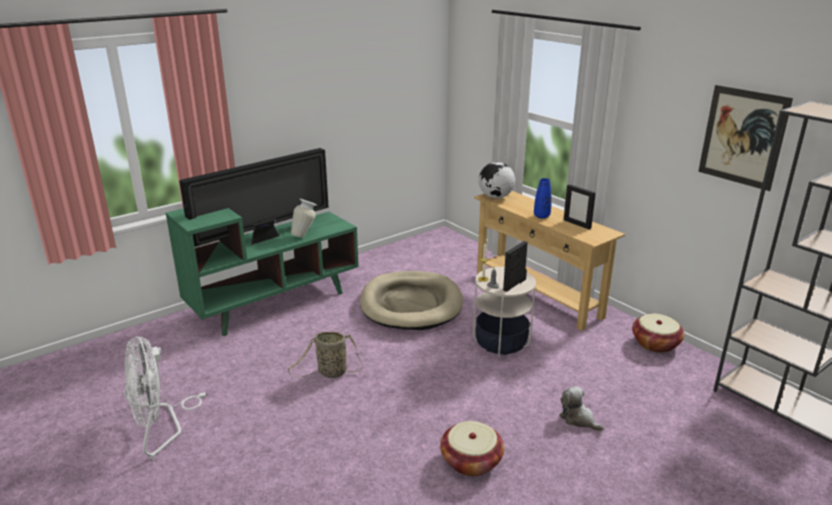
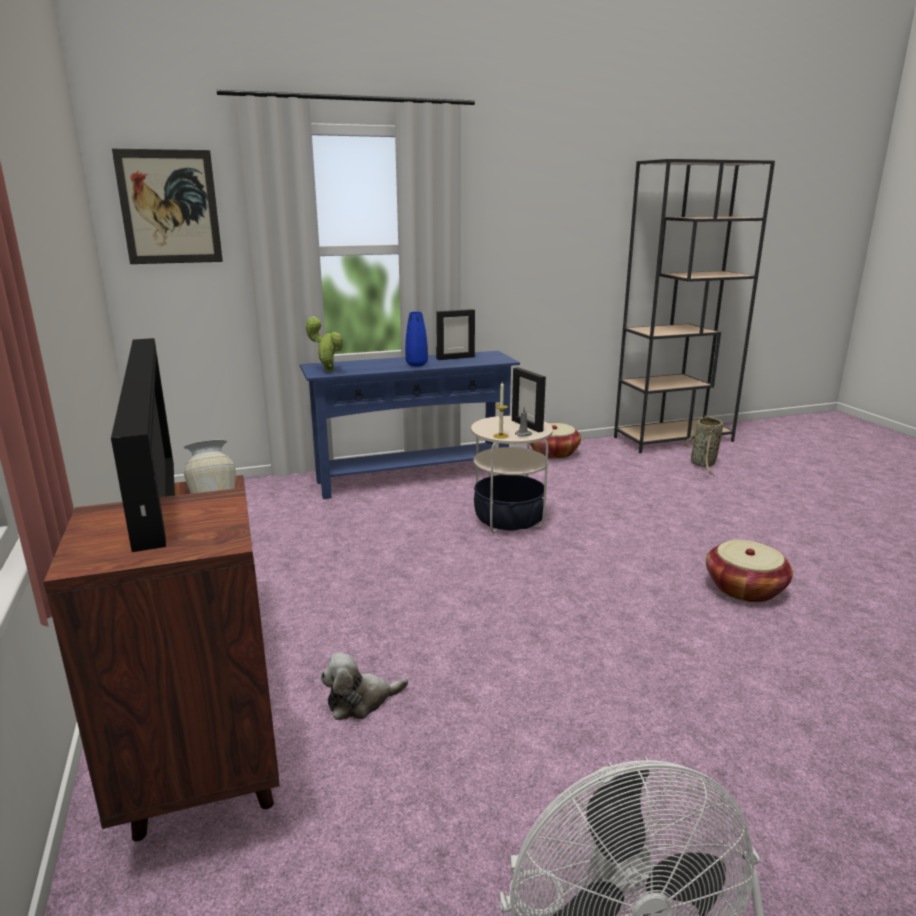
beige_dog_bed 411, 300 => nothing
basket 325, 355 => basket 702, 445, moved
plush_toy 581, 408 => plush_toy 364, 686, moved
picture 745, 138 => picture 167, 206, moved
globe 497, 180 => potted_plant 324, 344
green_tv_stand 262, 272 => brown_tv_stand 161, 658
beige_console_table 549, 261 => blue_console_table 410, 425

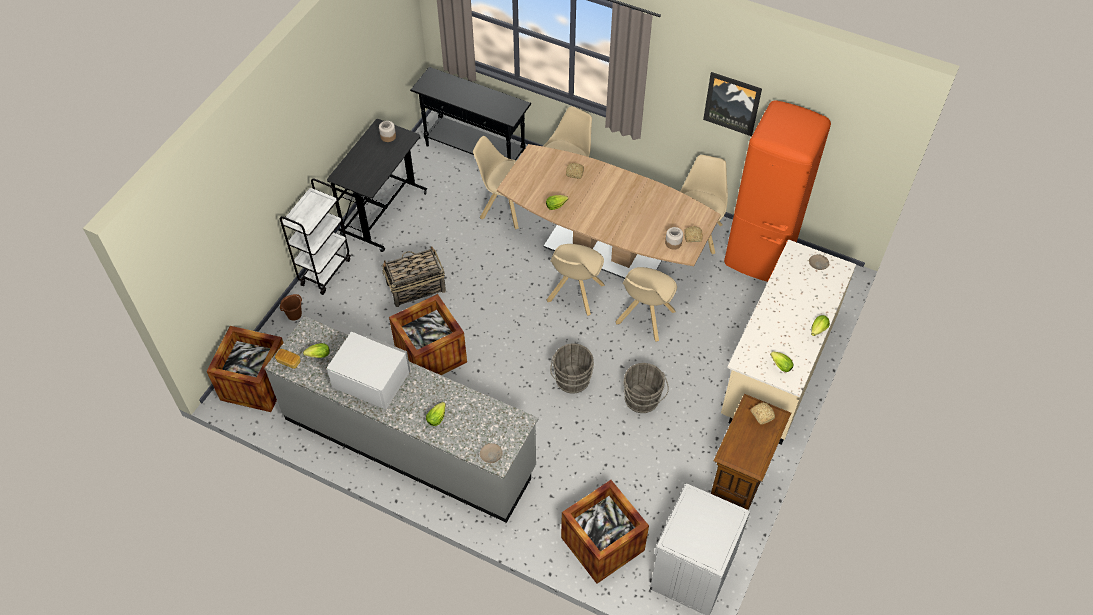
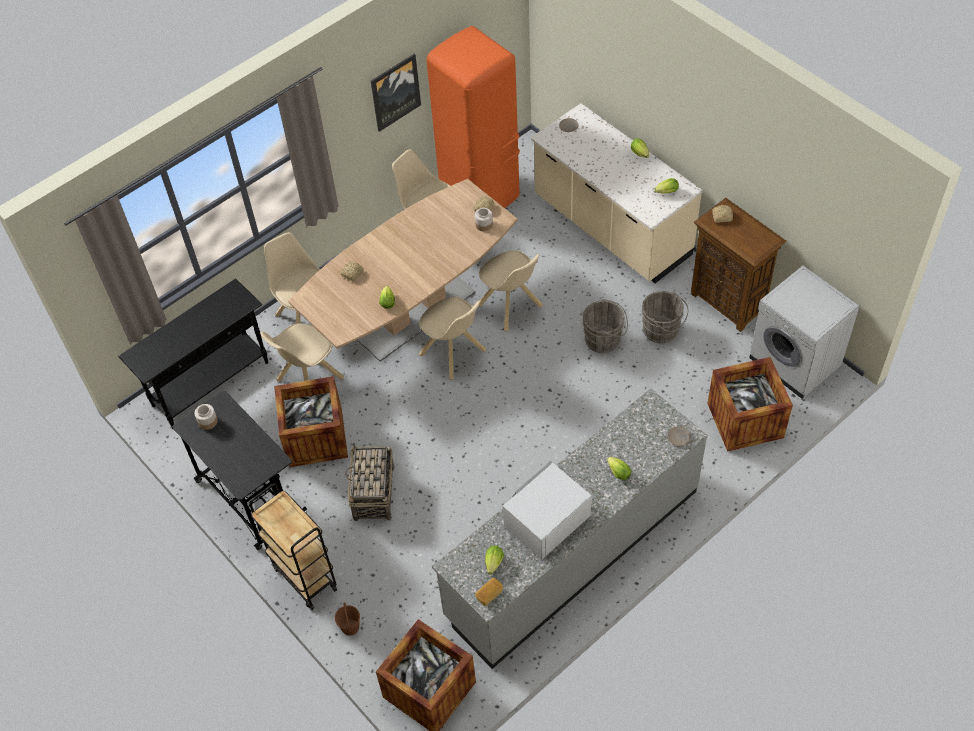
crate 428, 334 => crate 311, 421, moved
grey_bucket 572, 368 => grey_bucket 664, 317, moved
white_cart 315, 236 => brown_cart 293, 546

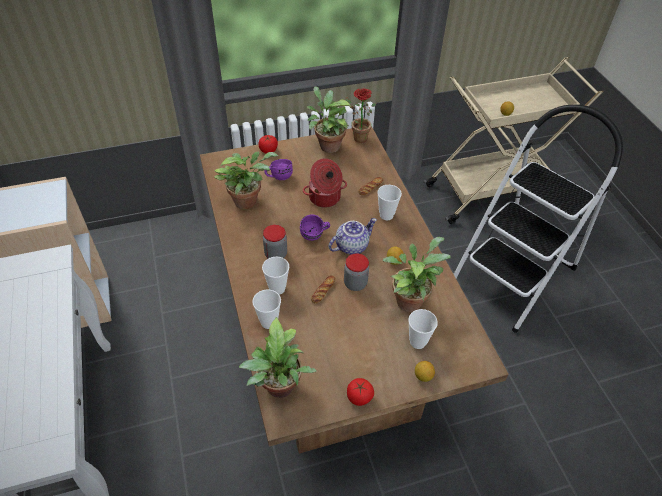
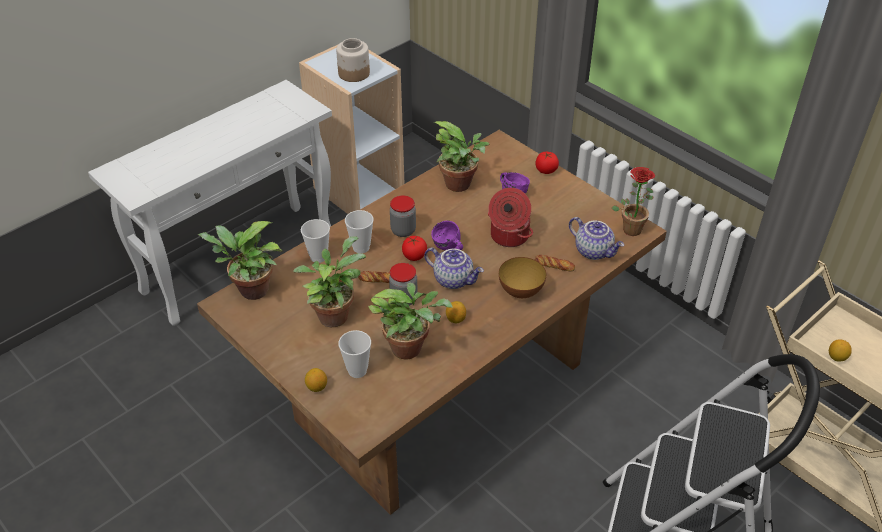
nothing => jar 353, 60
nothing => teapot 596, 238
potted_plant 329, 120 => potted_plant 329, 281, moved
tomato 360, 392 => tomato 414, 248, moved
cup 389, 202 => bowl 522, 277

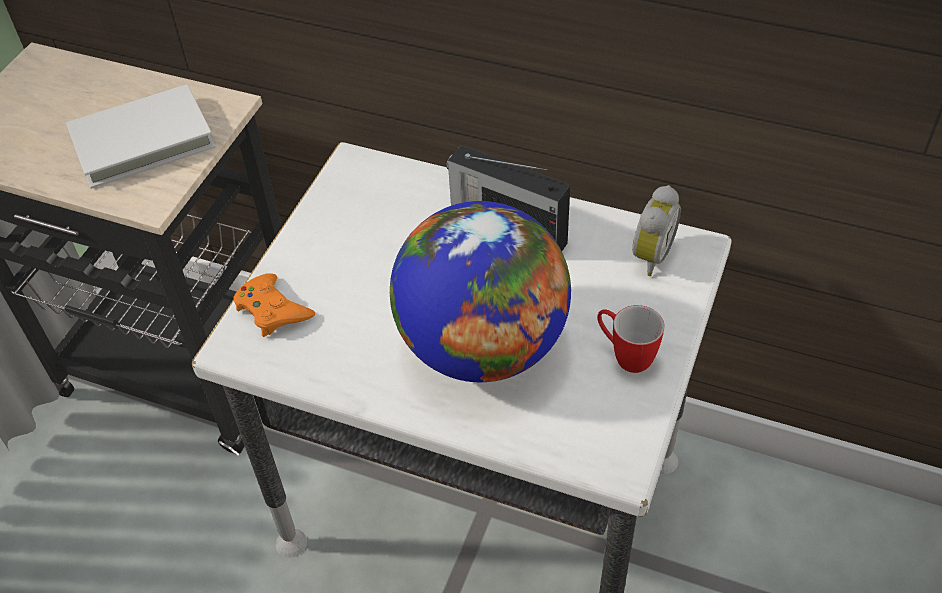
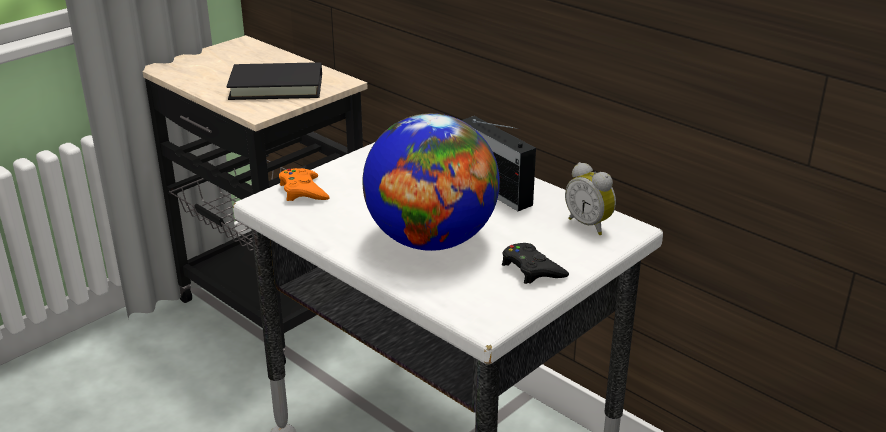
mug 630, 339 => black_game_controller 535, 263
white_book 141, 136 => black_book 274, 81
alarm_clock 656, 230 => alarm_clock 590, 198, 90 degrees clockwise

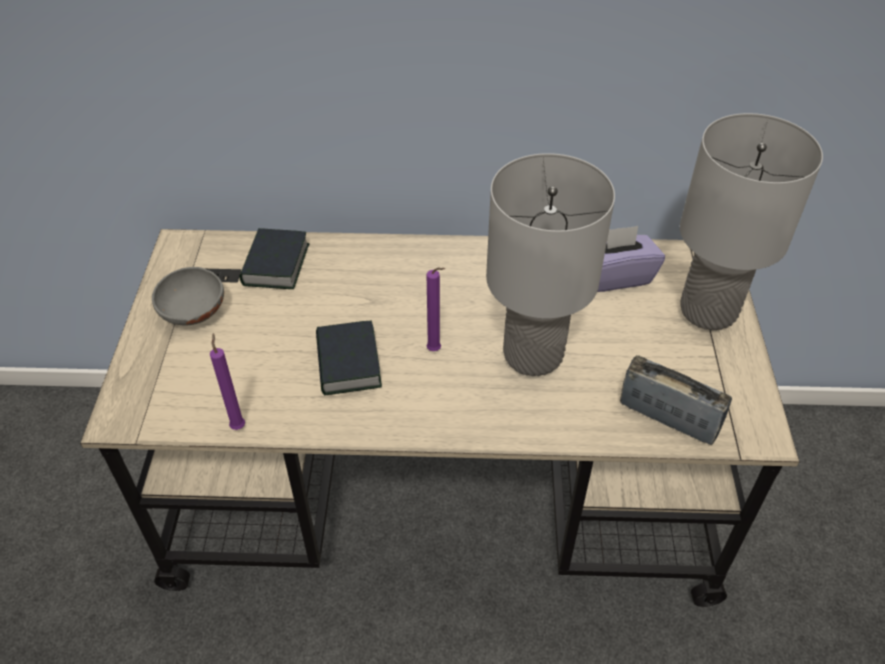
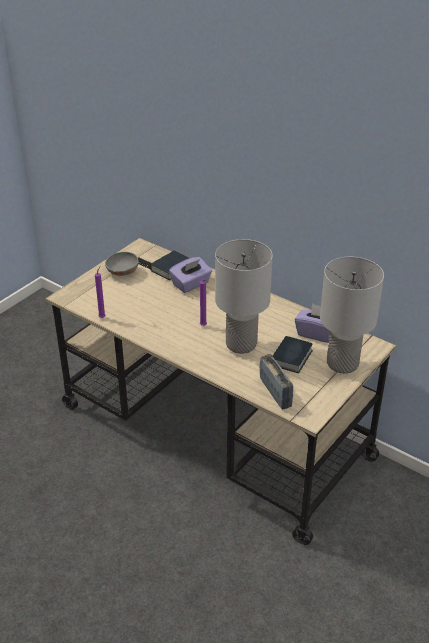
nothing => purple_tissue_box 190, 275
book 349, 358 => book 293, 354, moved

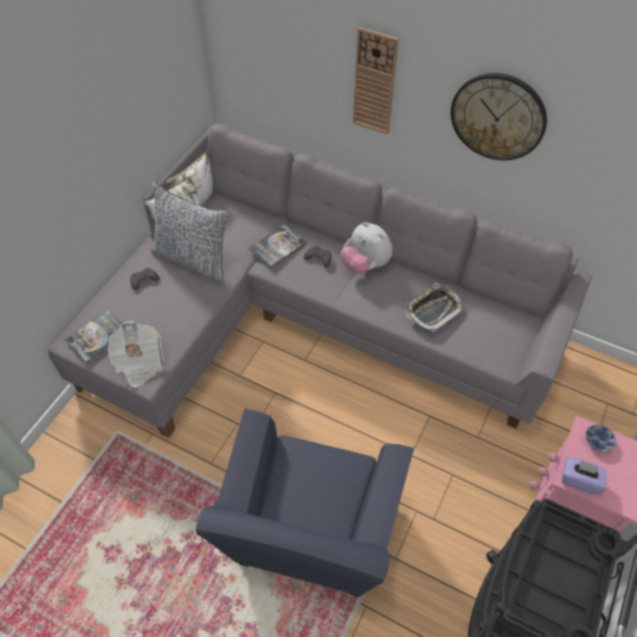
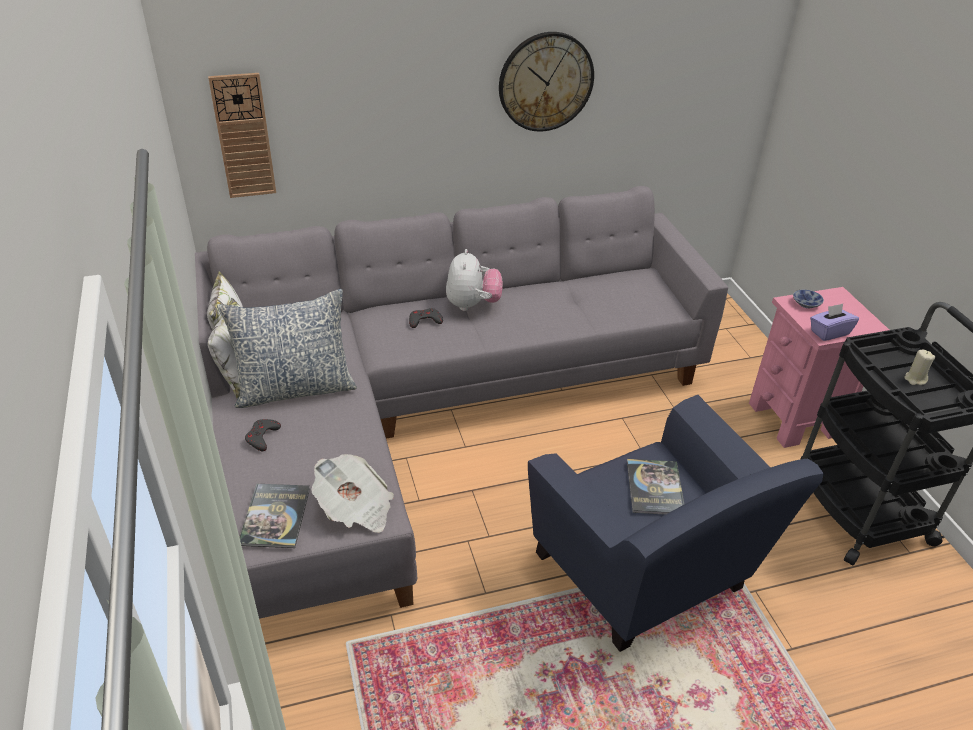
tray 434, 307 => nothing
nothing => beige_candle 919, 367
book 278, 246 => book 655, 487, moved
wall_clock 376, 81 => wall_clock 242, 135, moved
plush_toy 367, 248 => plush_toy 474, 280, 90 degrees counterclockwise

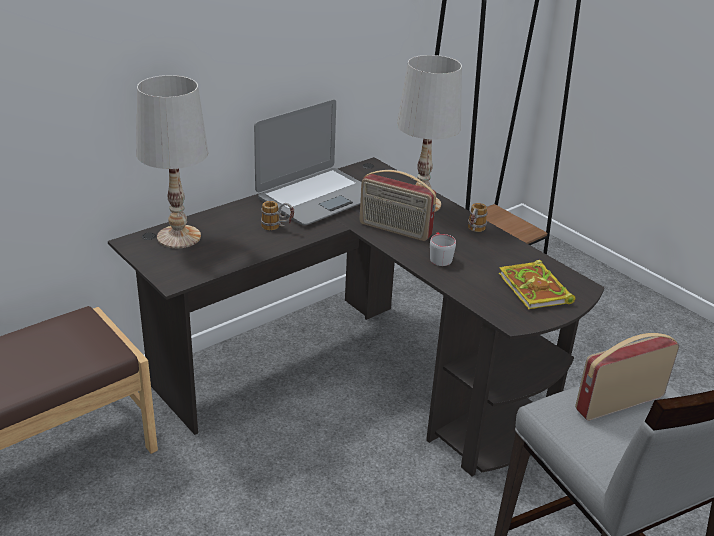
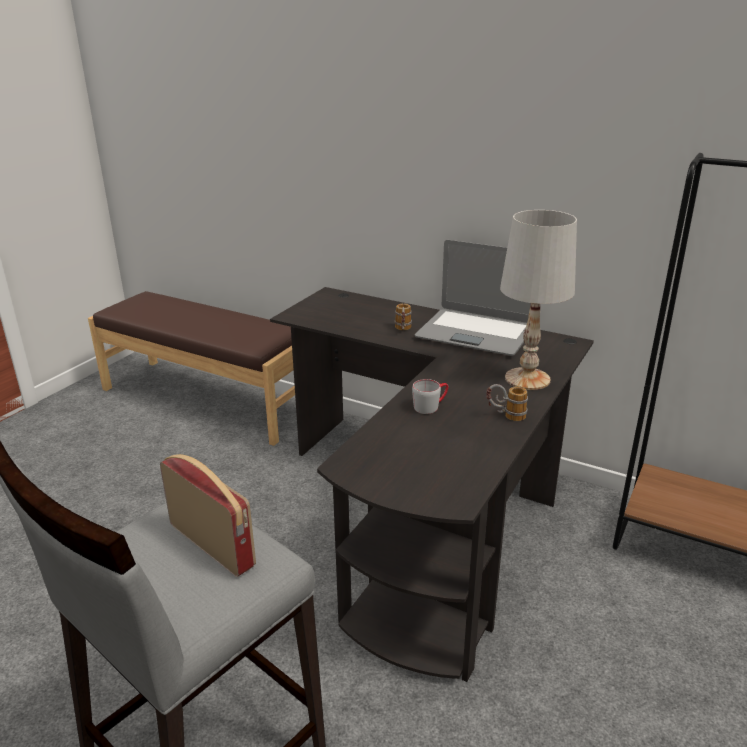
white_table_lamp 172, 161 => nothing
radio 397, 205 => nothing
book 537, 284 => nothing

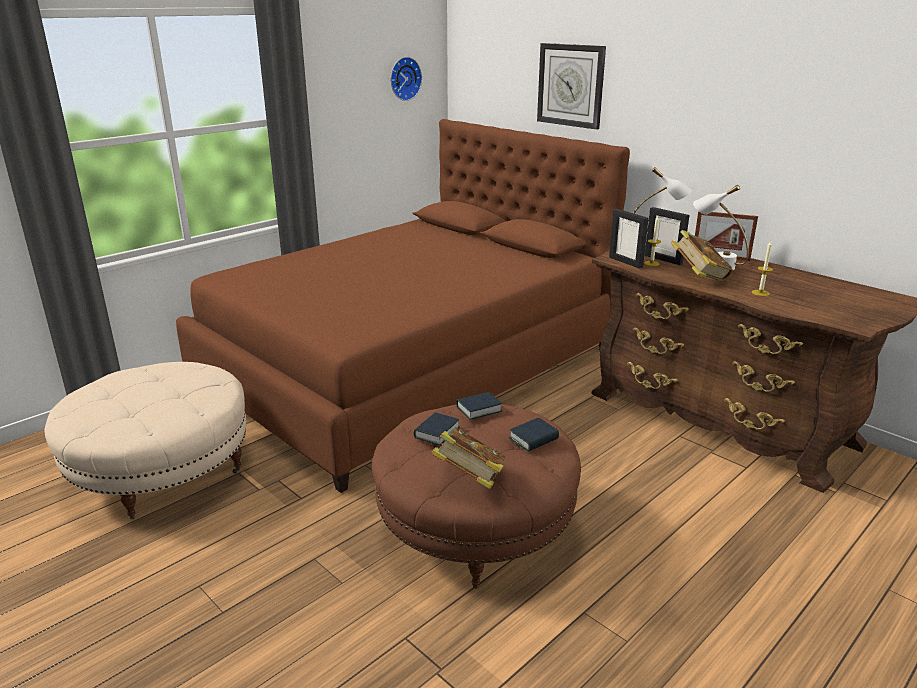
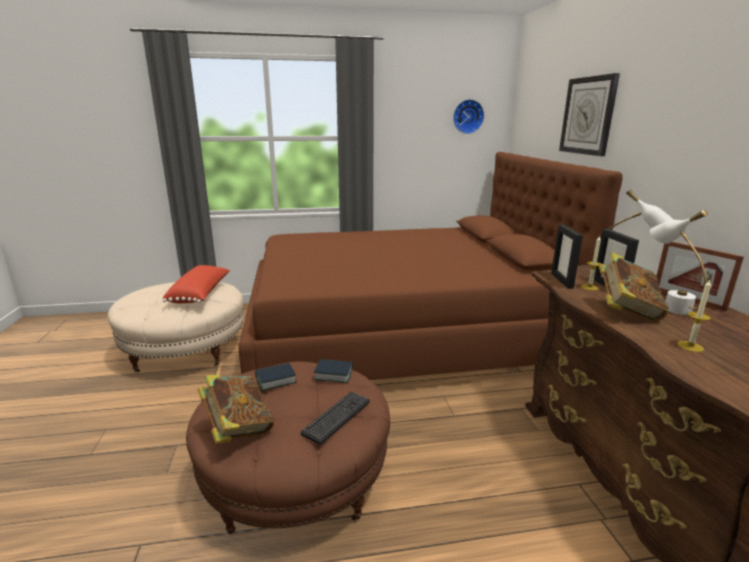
nothing => red_pillow 196, 284
book 534, 435 => keyboard 335, 418

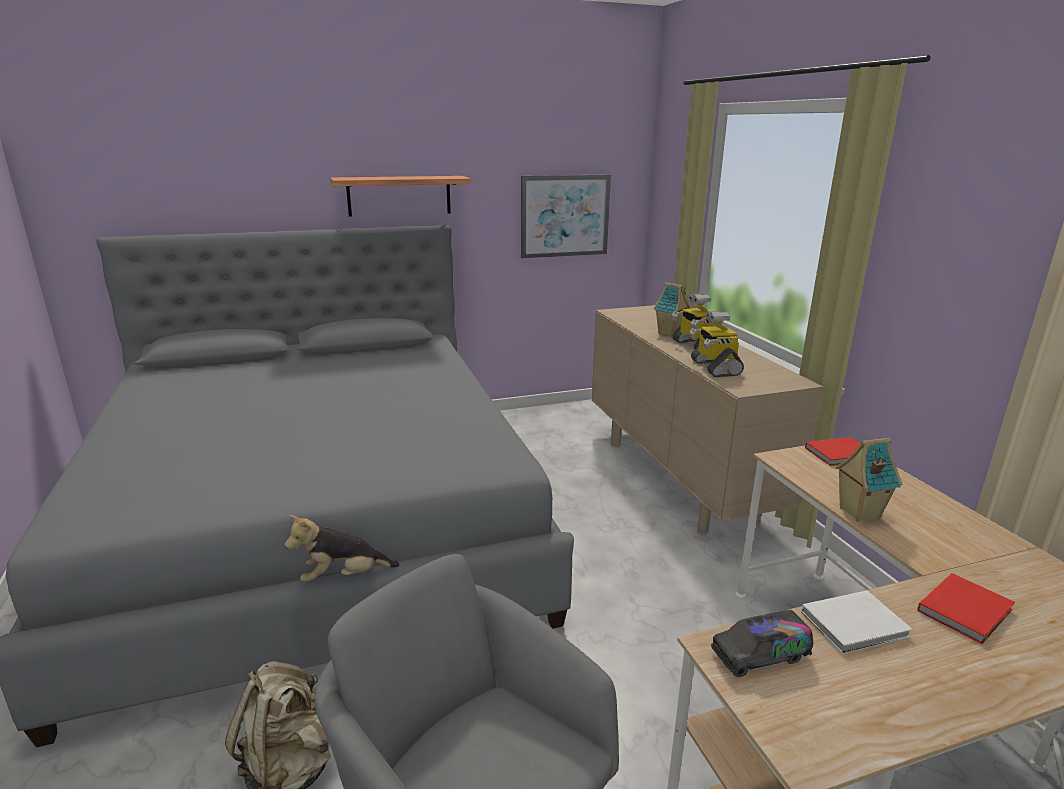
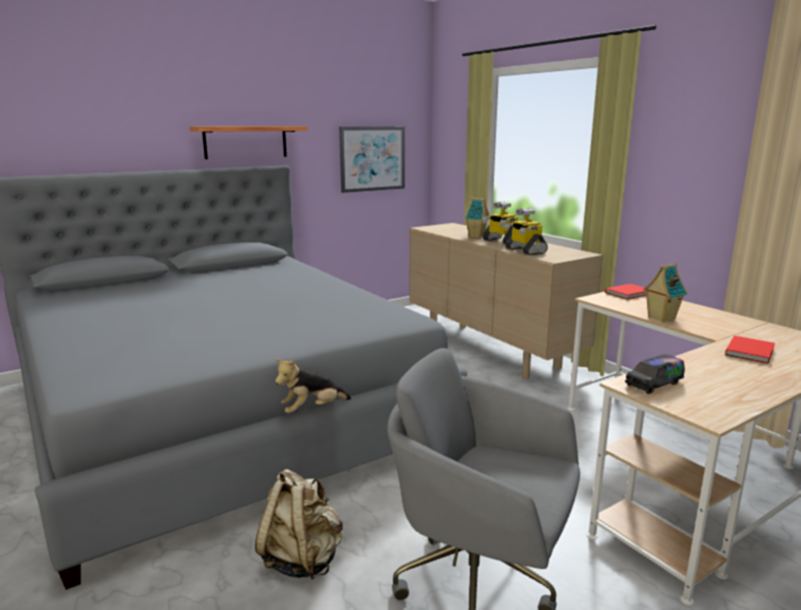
white_book 856, 622 => nothing

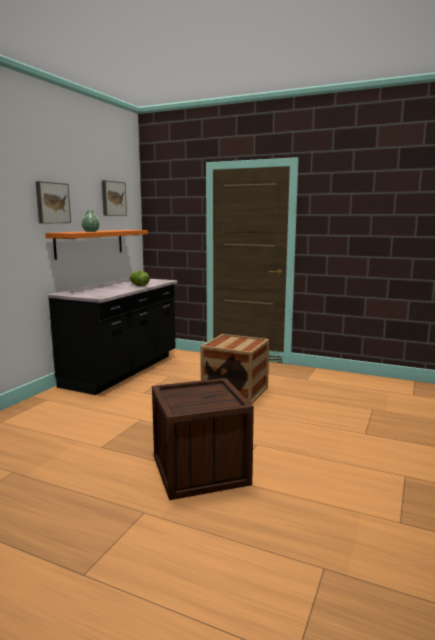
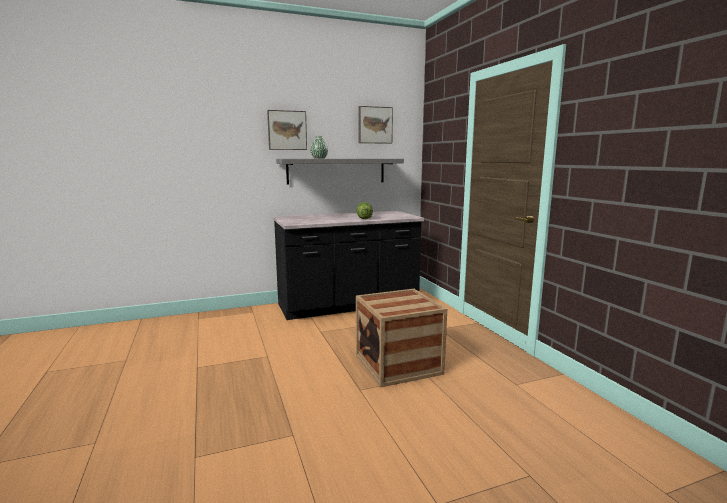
crate 203, 439 => nothing
orange_shelf 96, 245 => grey_shelf 340, 171

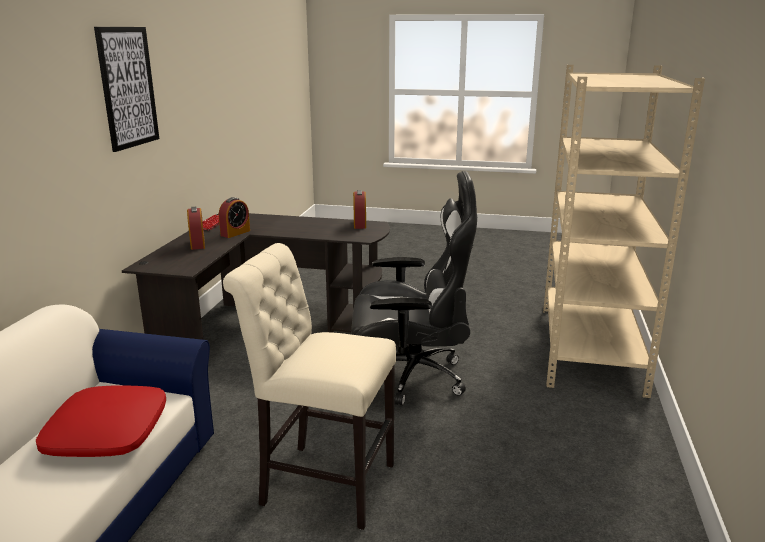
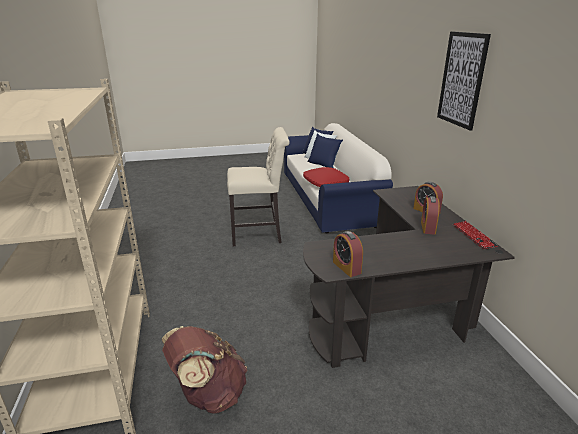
black_office_chair 414, 288 => nothing
nothing => brown_backpack 205, 370

